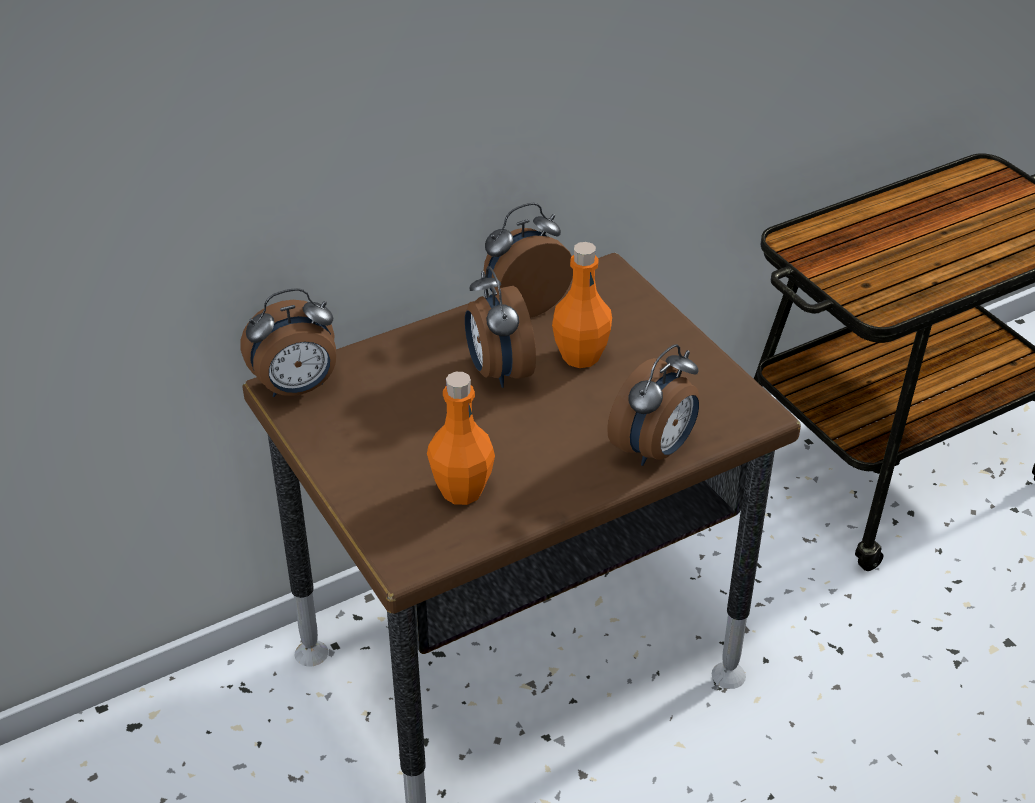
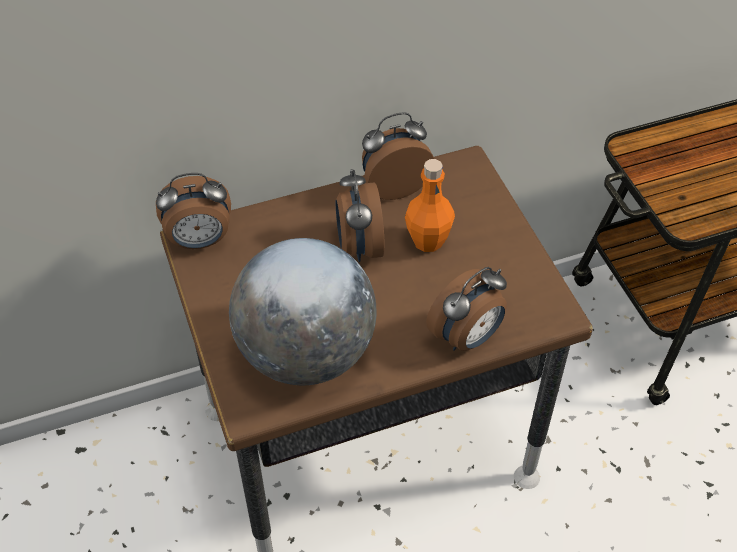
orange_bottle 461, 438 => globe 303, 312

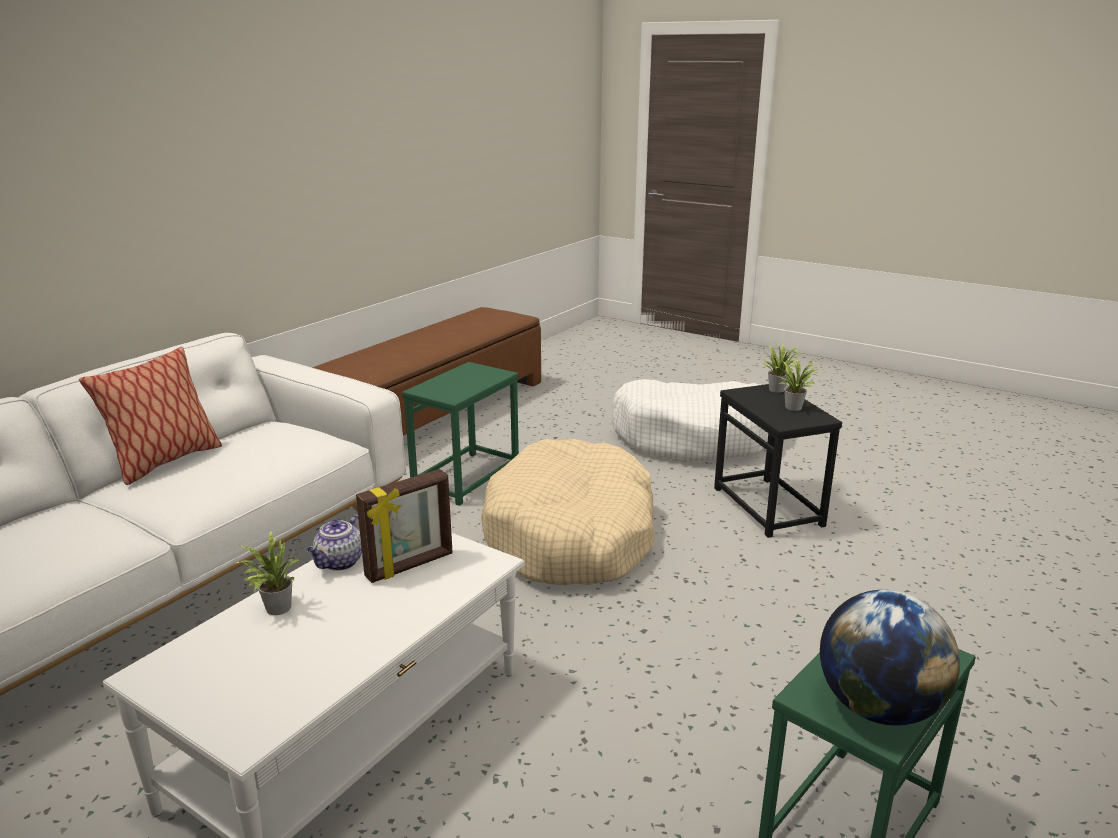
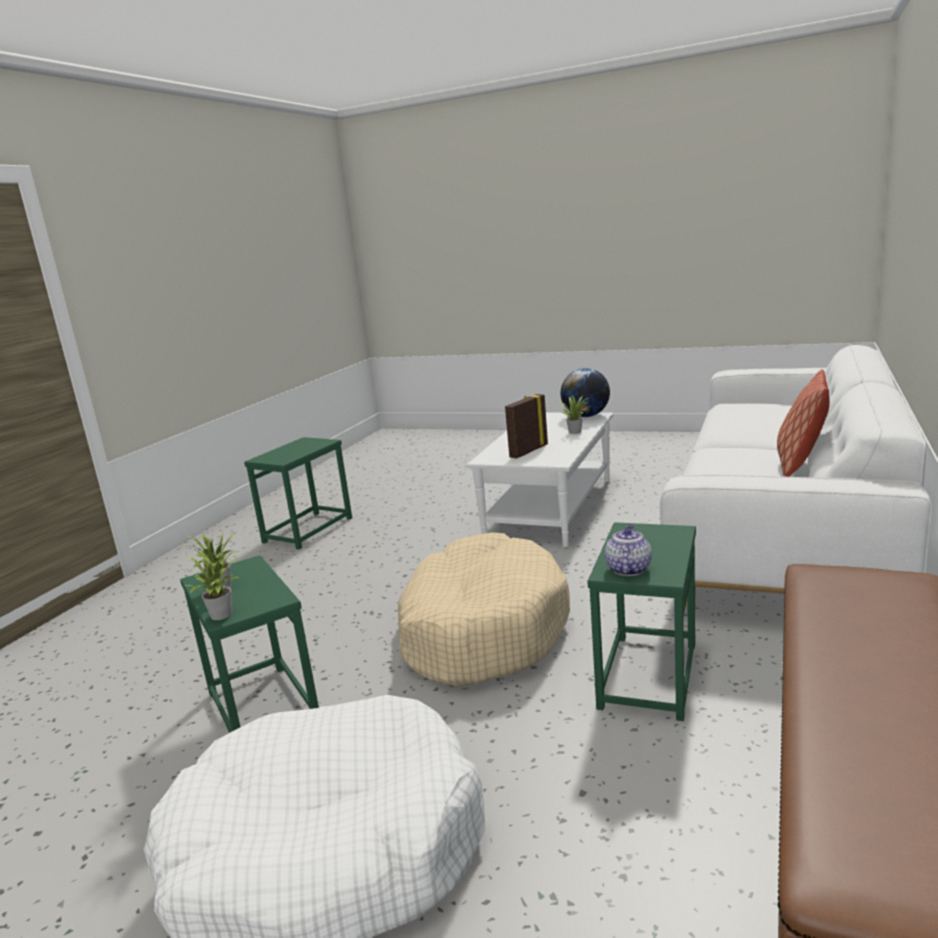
teapot 334, 543 => teapot 628, 550, moved
globe 890, 658 => globe 585, 392, moved
black_side_table 778, 461 => green_side_table 249, 644

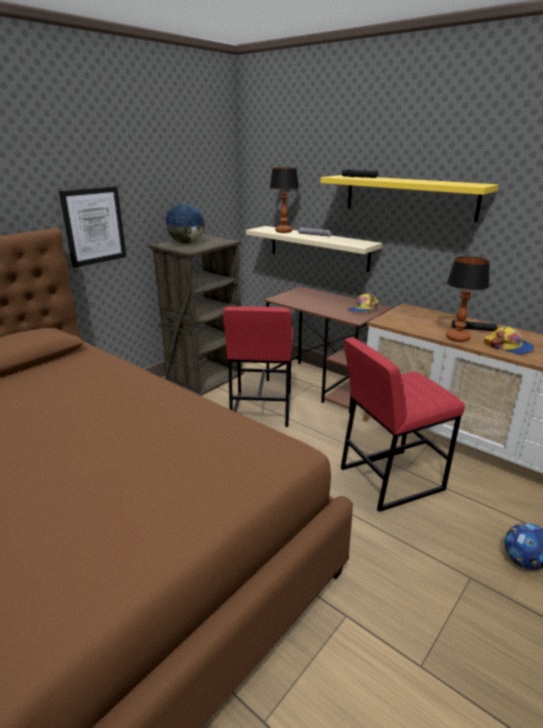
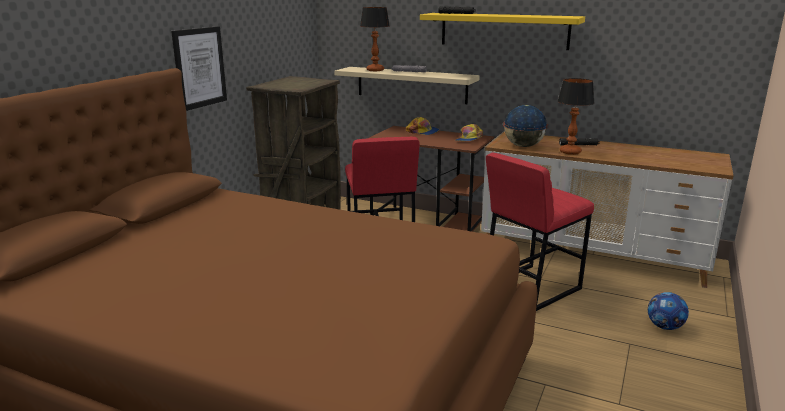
globe 185, 223 => globe 525, 126, moved
cap 509, 340 => cap 422, 126, moved

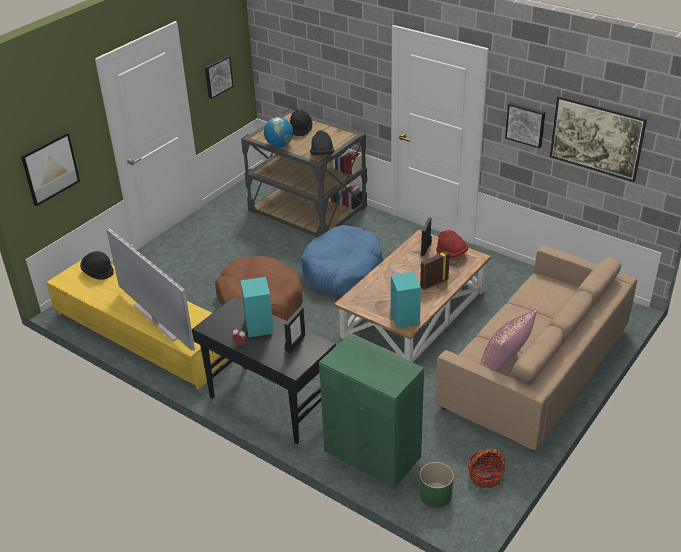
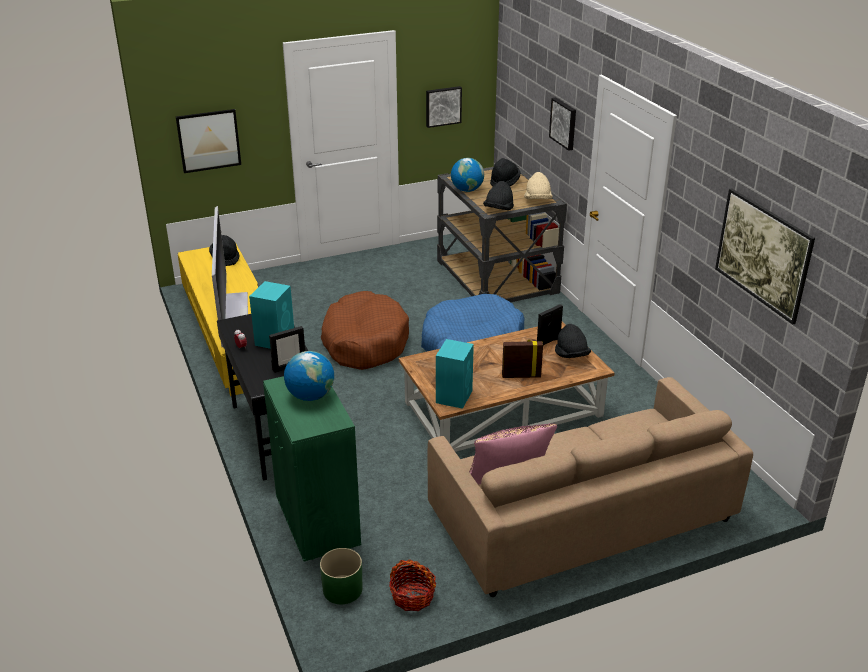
nothing => globe 309, 376
nothing => beige_hat 538, 185
picture 525, 125 => picture 562, 124, moved
red_hat 452, 244 => black_hat 573, 341

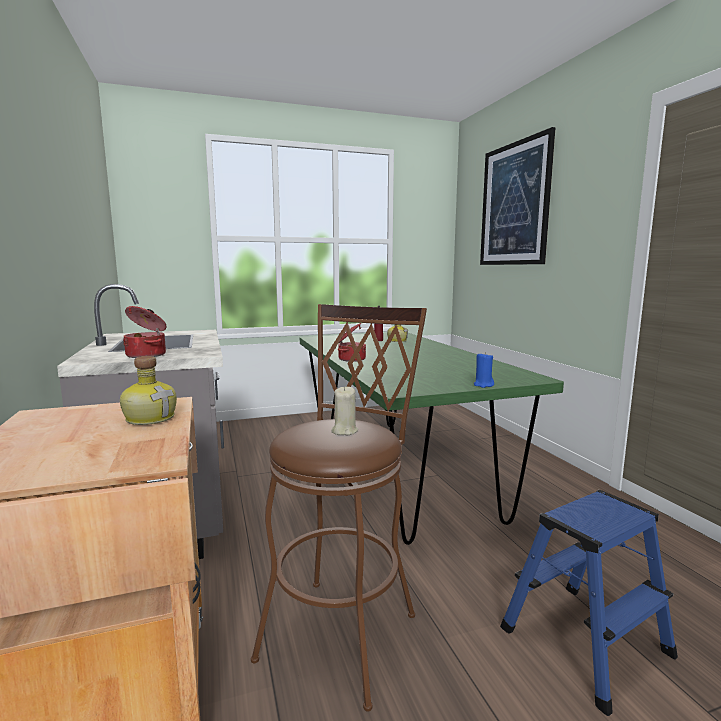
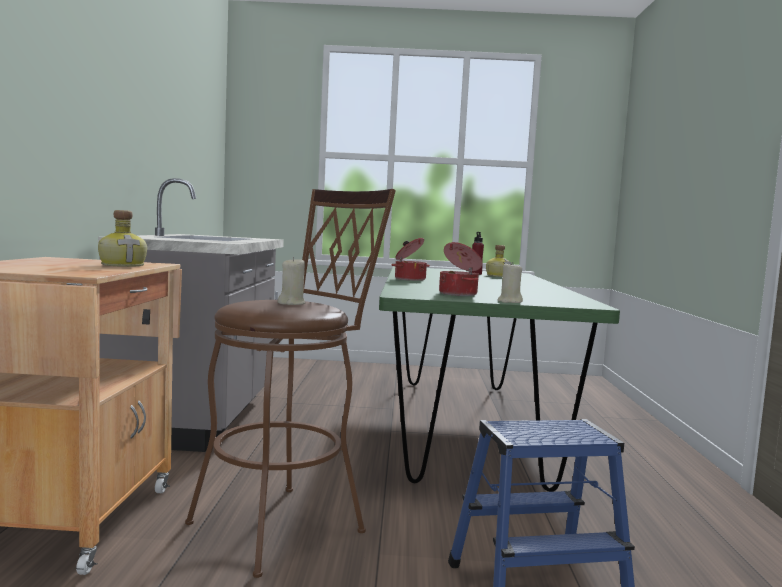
picture 518, 196 => nothing
cooking_pot 145, 332 => cooking_pot 461, 269, moved
blue_candle 484, 370 => beige_candle 510, 282

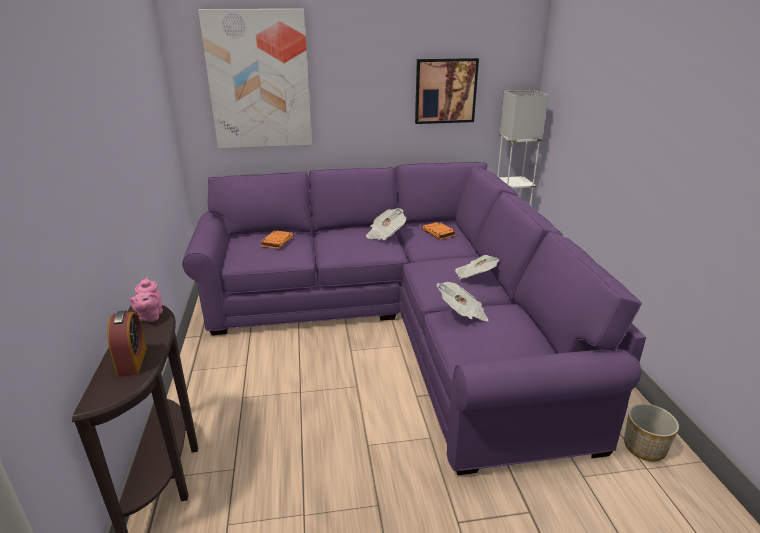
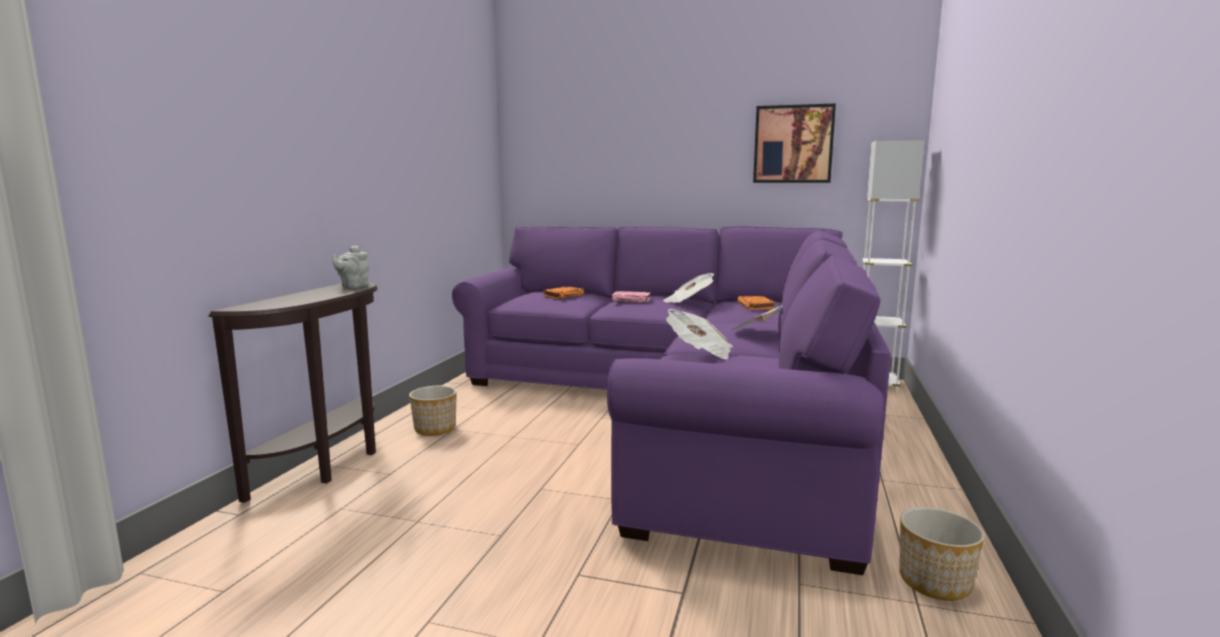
alarm_clock 127, 343 => nothing
picture 255, 79 => nothing
nothing => planter 433, 411
nothing => pink_book 630, 297
pink_teapot 146, 299 => grey_teapot 350, 267

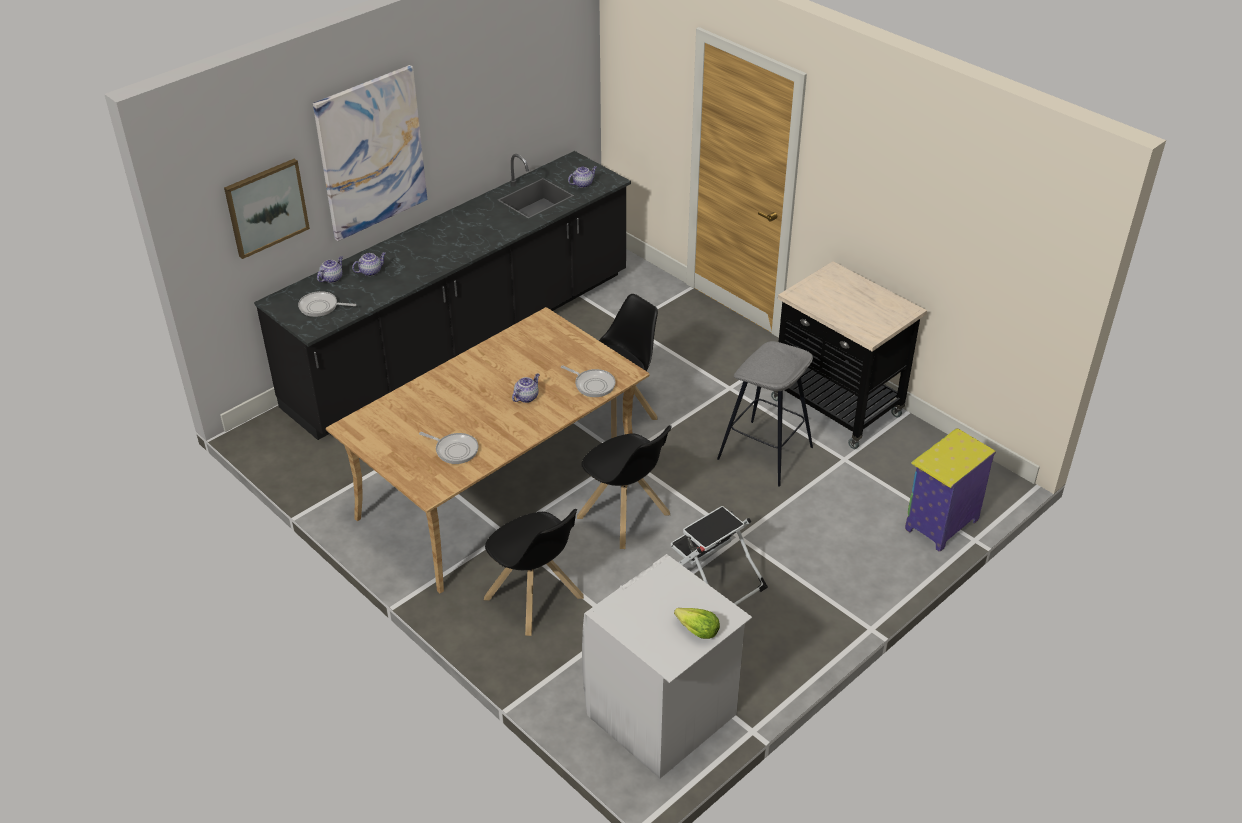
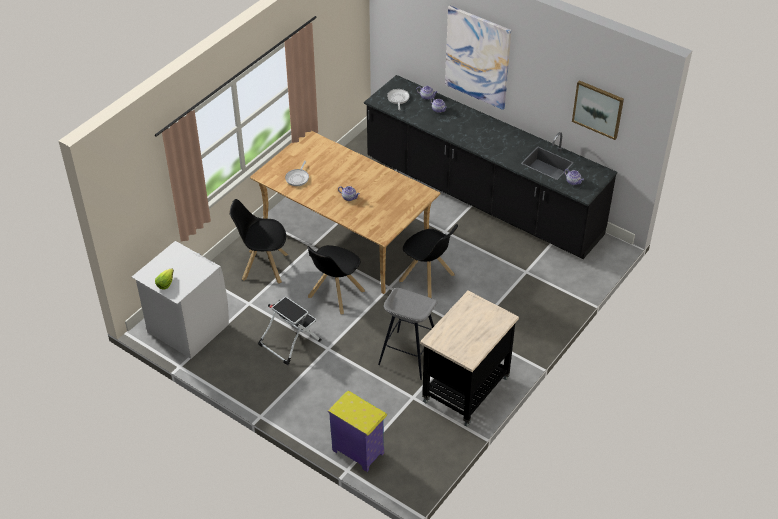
frying_pan 588, 381 => nothing
picture 267, 209 => picture 598, 110, moved
black_chair 534, 572 => black_chair 258, 241, 60 degrees clockwise

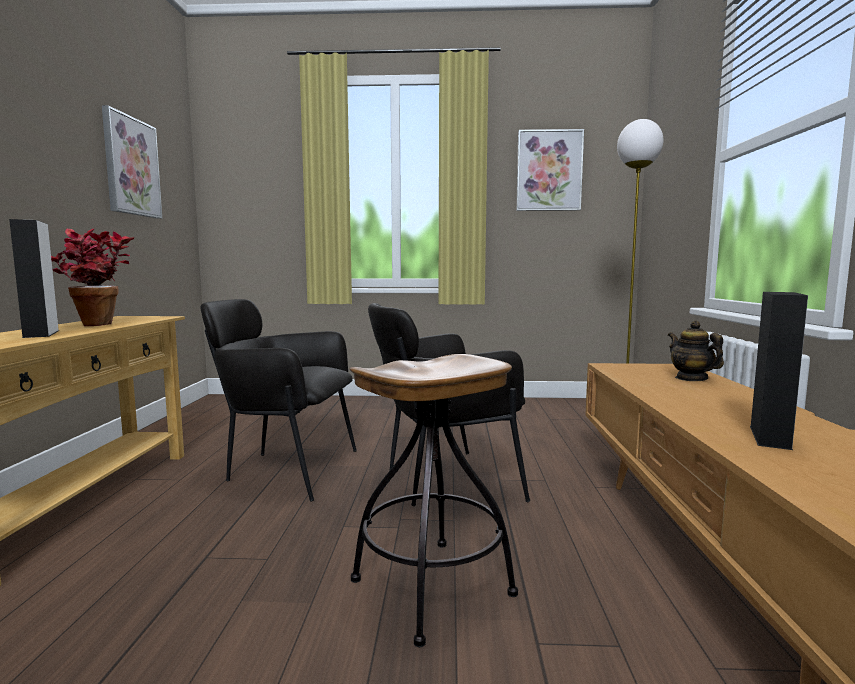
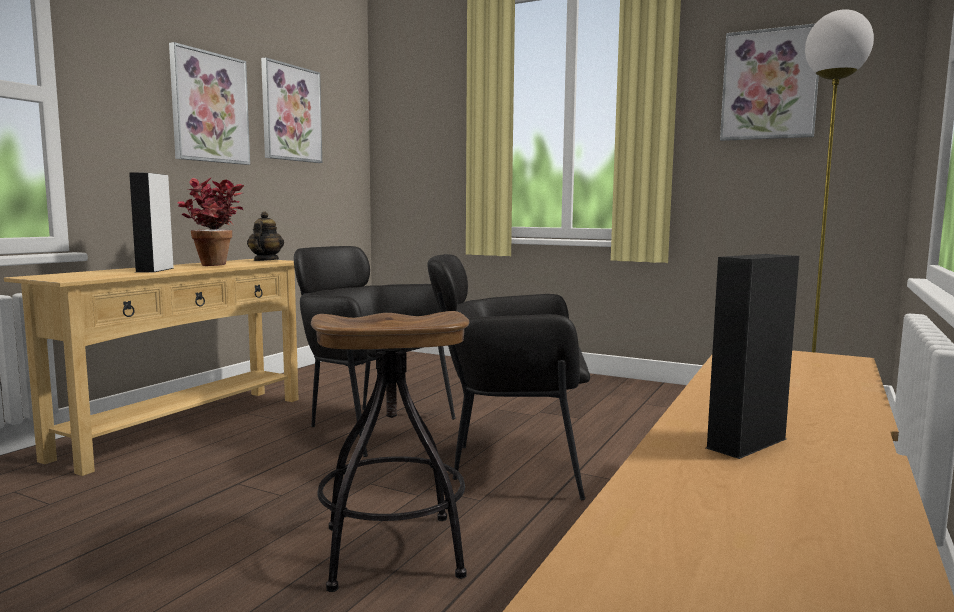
nothing => picture 209, 103
teapot 696, 351 => teapot 265, 236, moved

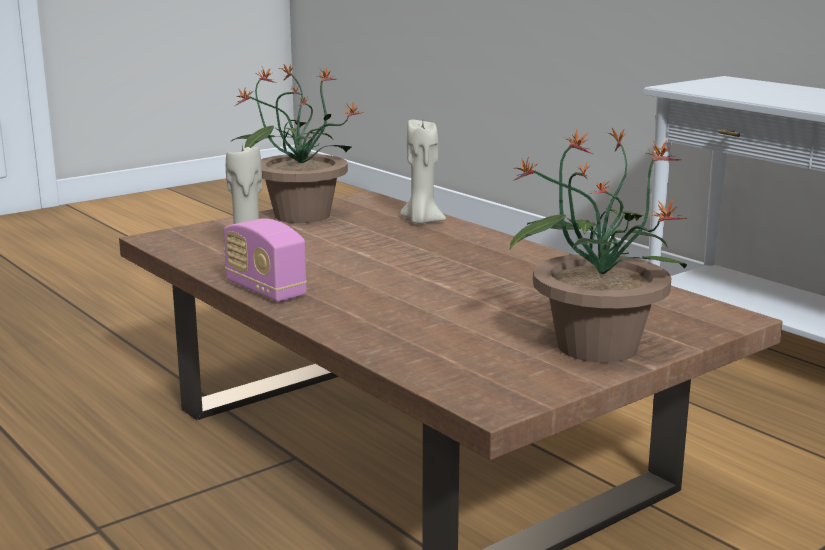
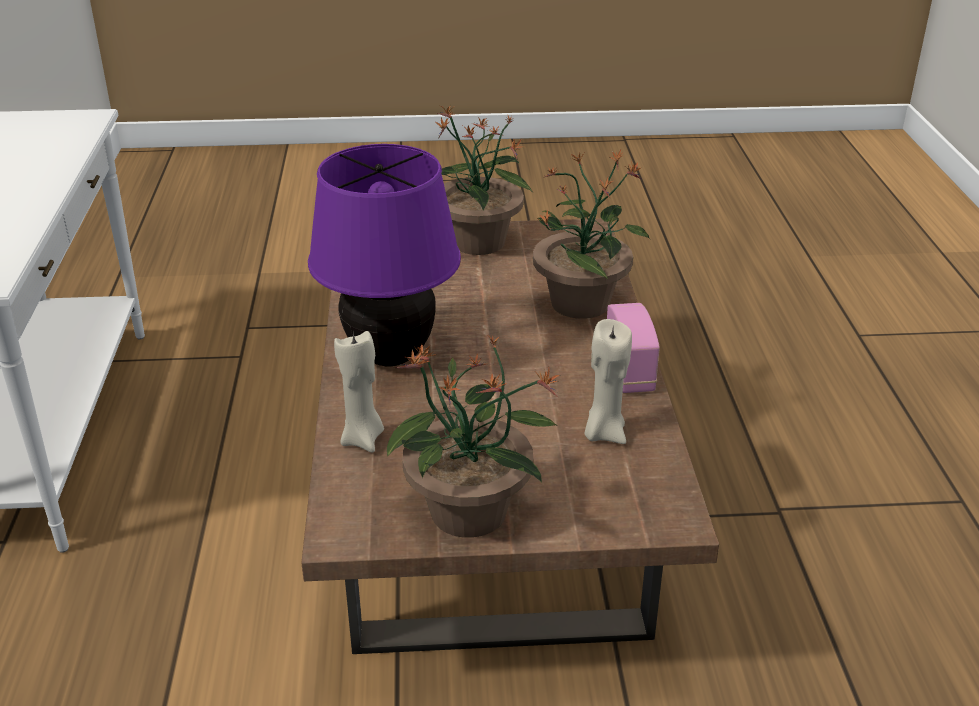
nothing => purple_table_lamp 384, 255
nothing => potted_plant 591, 234

